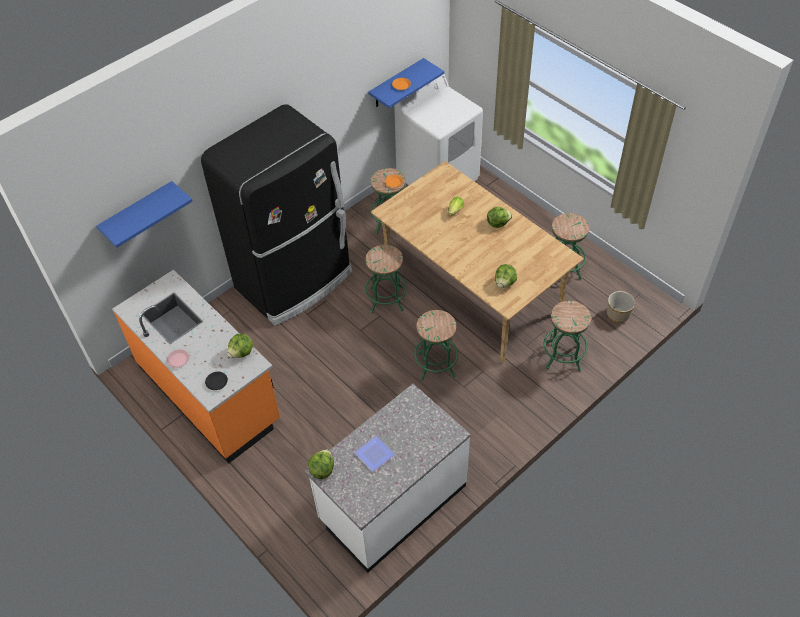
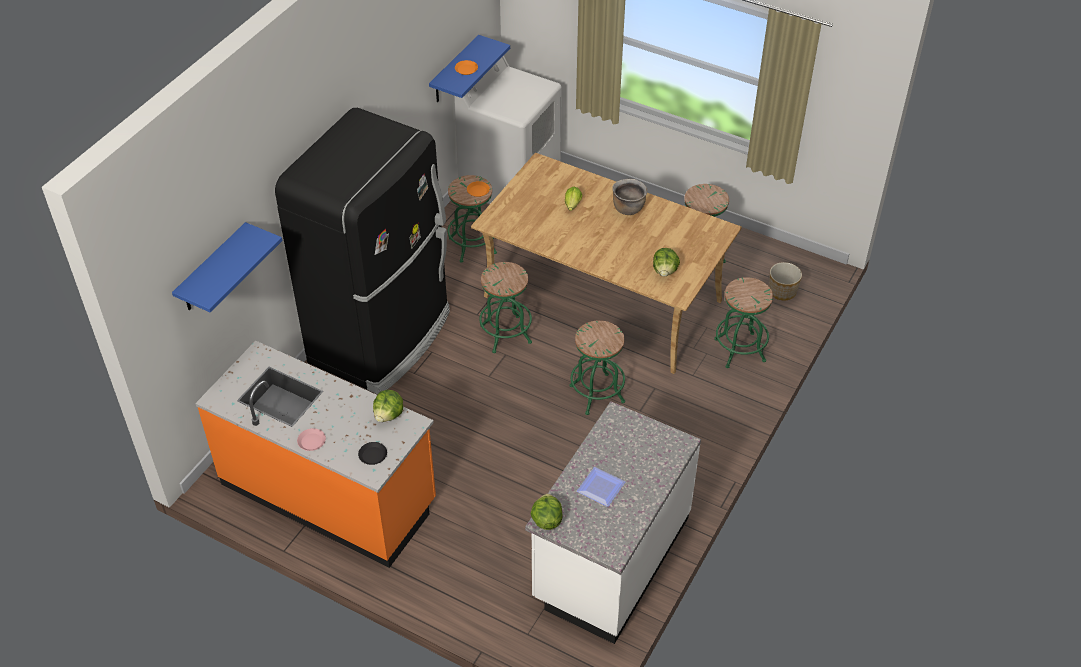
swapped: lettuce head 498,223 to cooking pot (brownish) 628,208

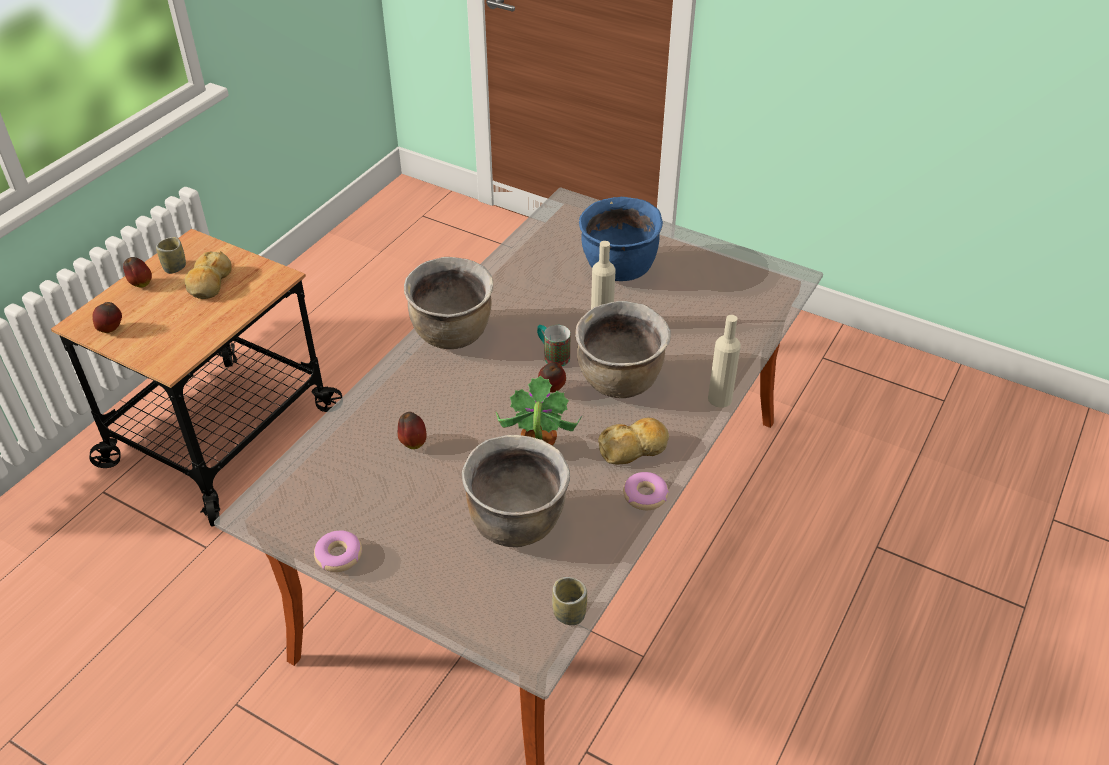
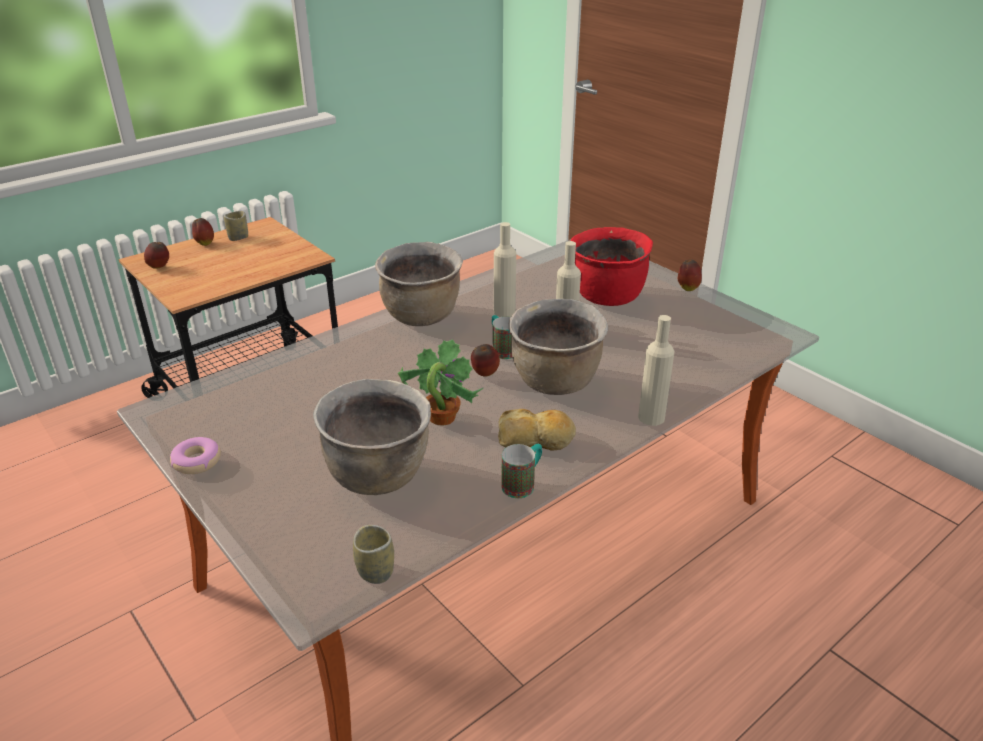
gone: bakery bread 209,283
new: bottle (beige-coloured) 504,312
shifted: apple fruit 413,443 to 687,288
swapped: doughnut 645,496 to coffee mug 523,483
repainted: cooking pot (bluish) 619,269 to cooking pot (red-coloured) 607,297

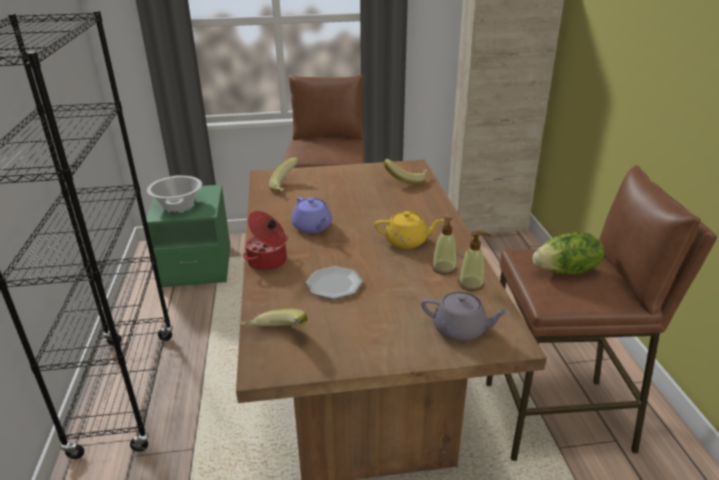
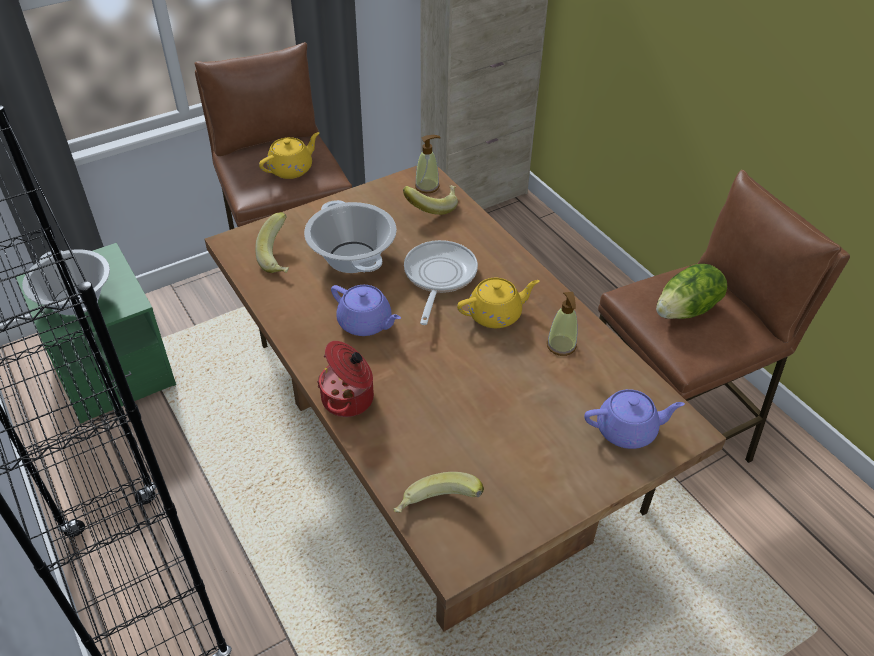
gone: dinner plate 334,285
new: pot for tea (yellowish) 291,169; cooking pot 352,257; frying pan 438,277
shifted: liquid soap bottle 471,284 to 427,186
repainted: pot for tea (grey) 460,329 to pot for tea (purple-coloured) 627,430

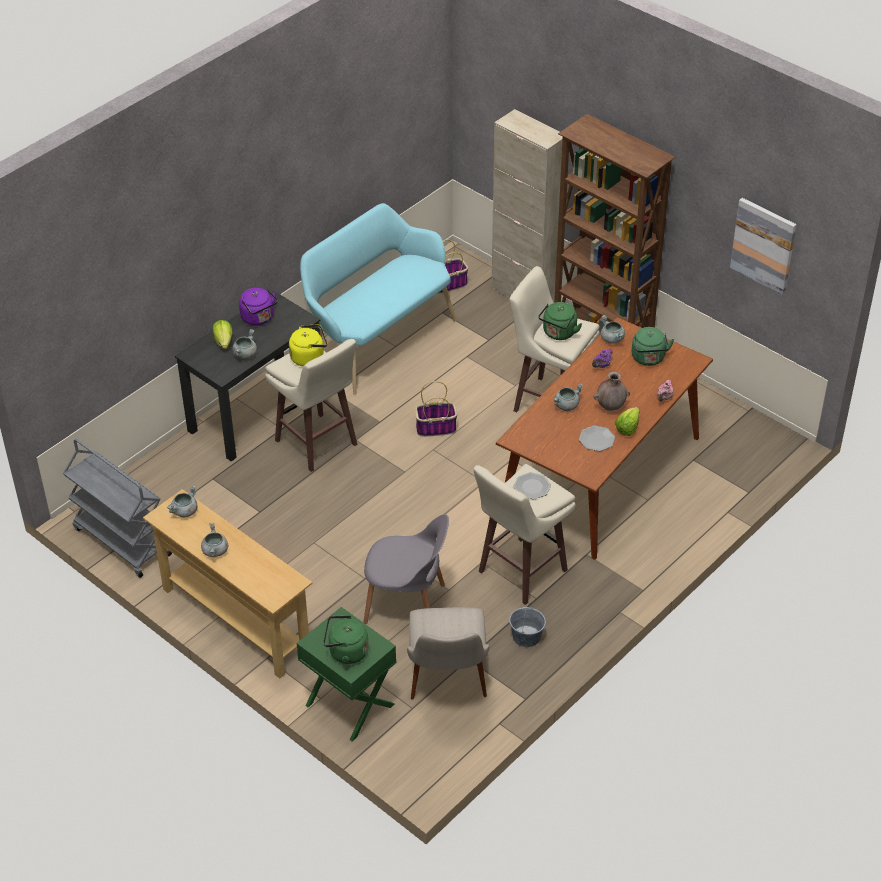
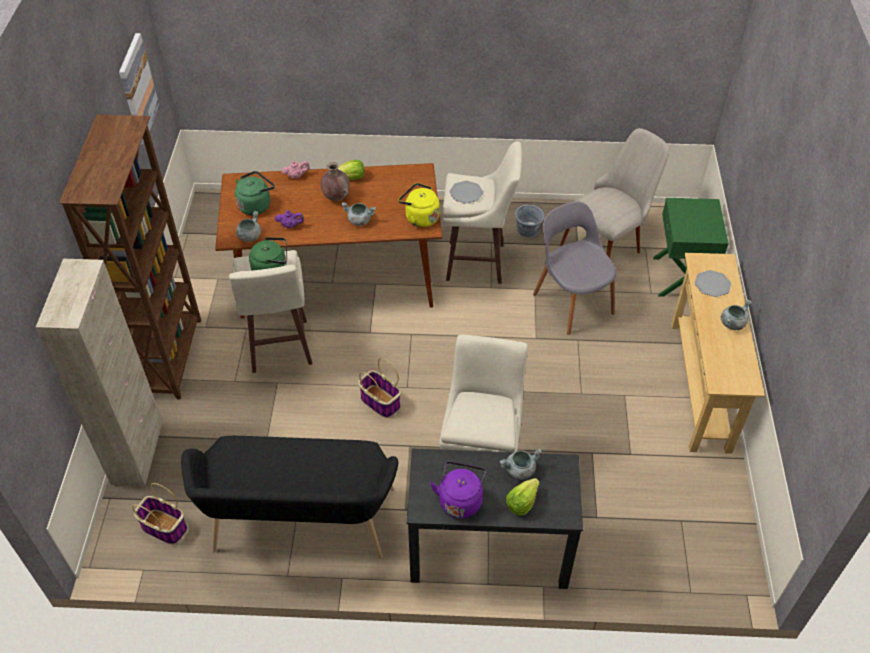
gone: cart (grey) 121,541; cooking pot (grey) 184,512; kettle (greenish) 346,652
shifted: kettle (yellowish) 309,357 to 420,217; dinner plate 596,439 to 712,284
repainted: indoor bench (blue-green) 377,339 to indoor bench (black-coloured) 300,527

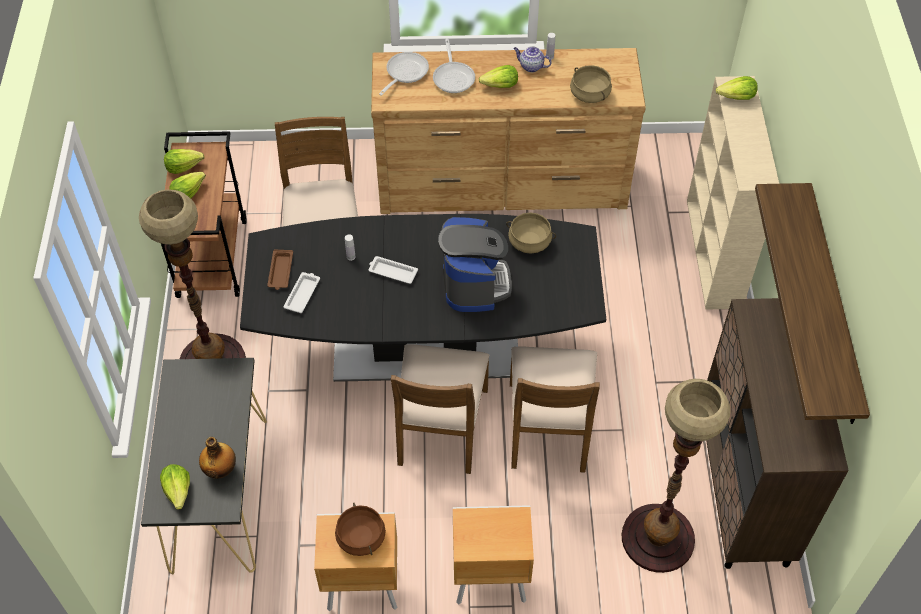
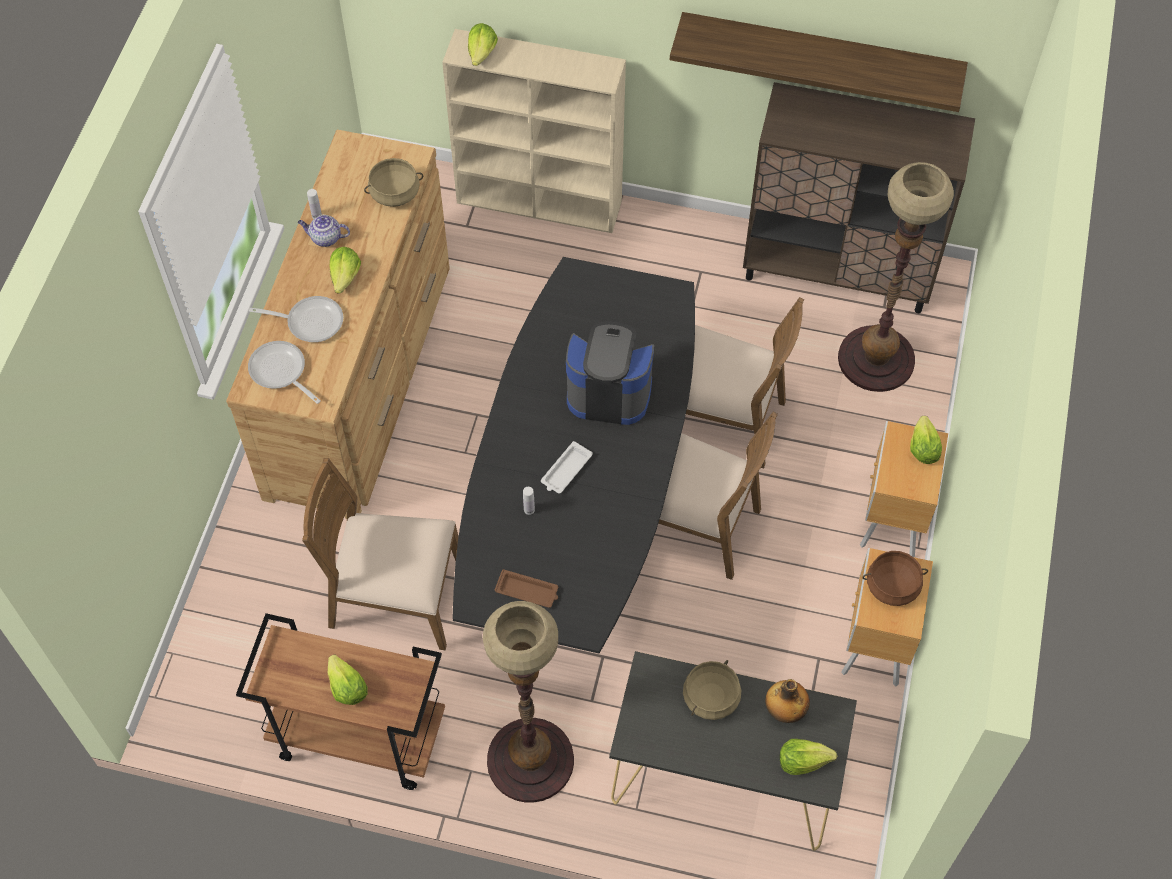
gone: tray (white-coloured) 302,294
shifted: cooking pot (beige-coloured) 530,241 to 710,697; lettuce head 183,166 to 922,448
rotated: pot for tea 531,66 = 325,238 60 degrees clockwise

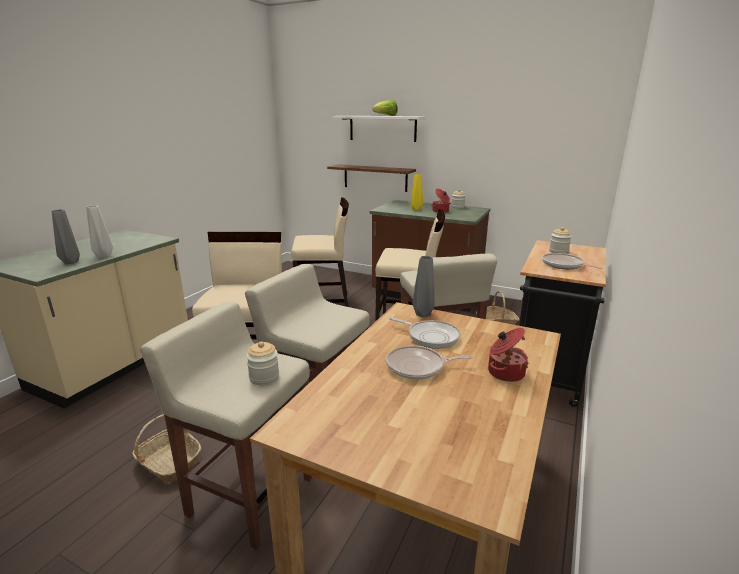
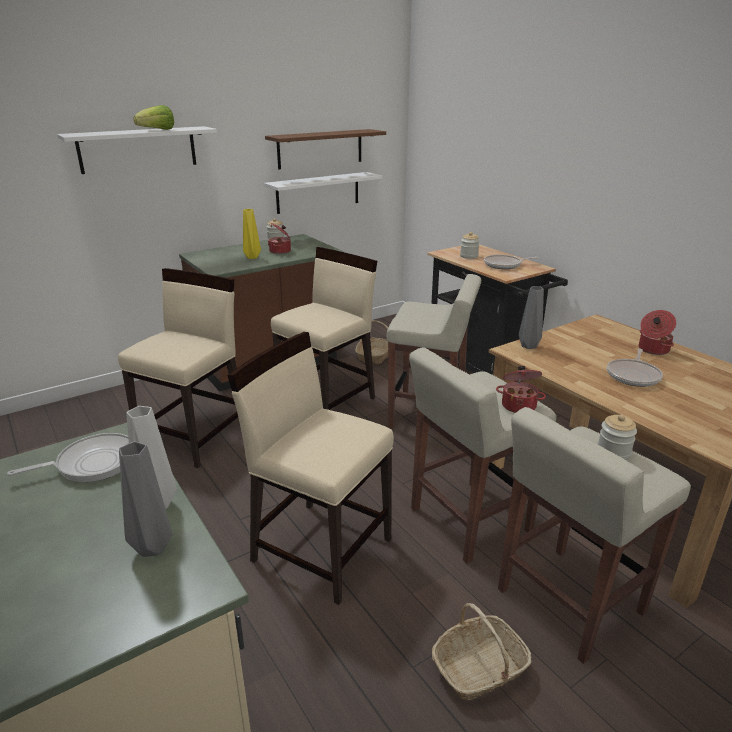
new: shelf (white-coloured) 318,192; cooking pot 519,405
shifted: frying pan 430,336 to 92,463; shelf (brownish) 375,178 to 320,148

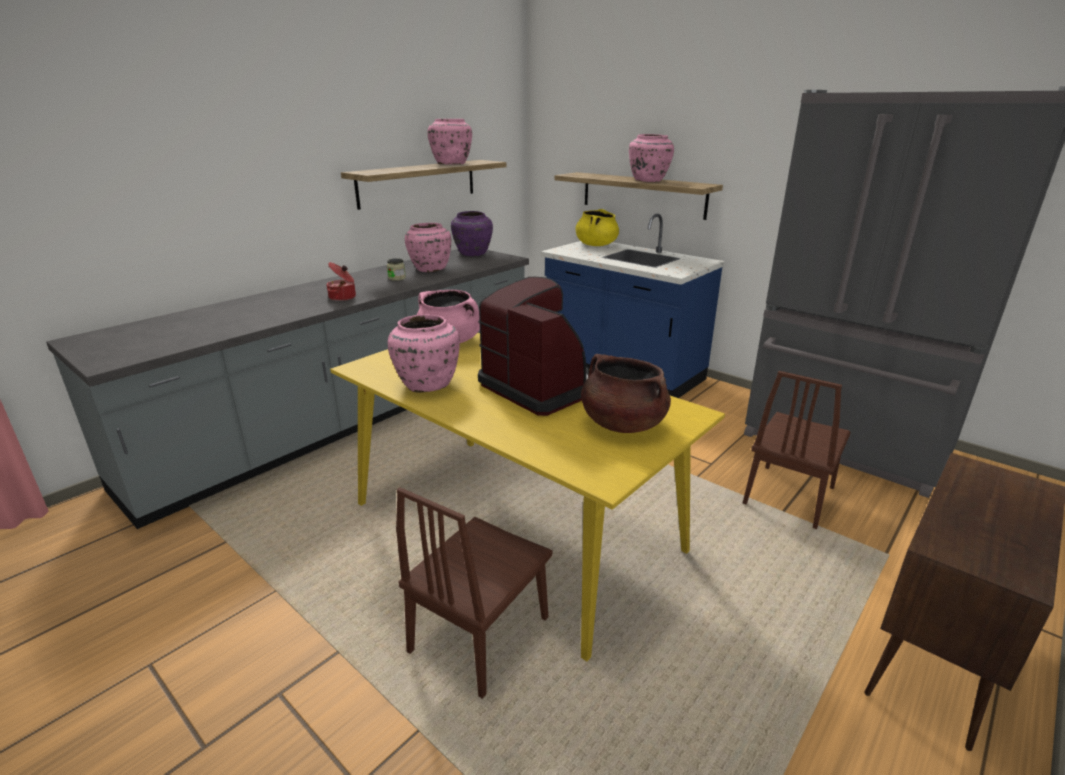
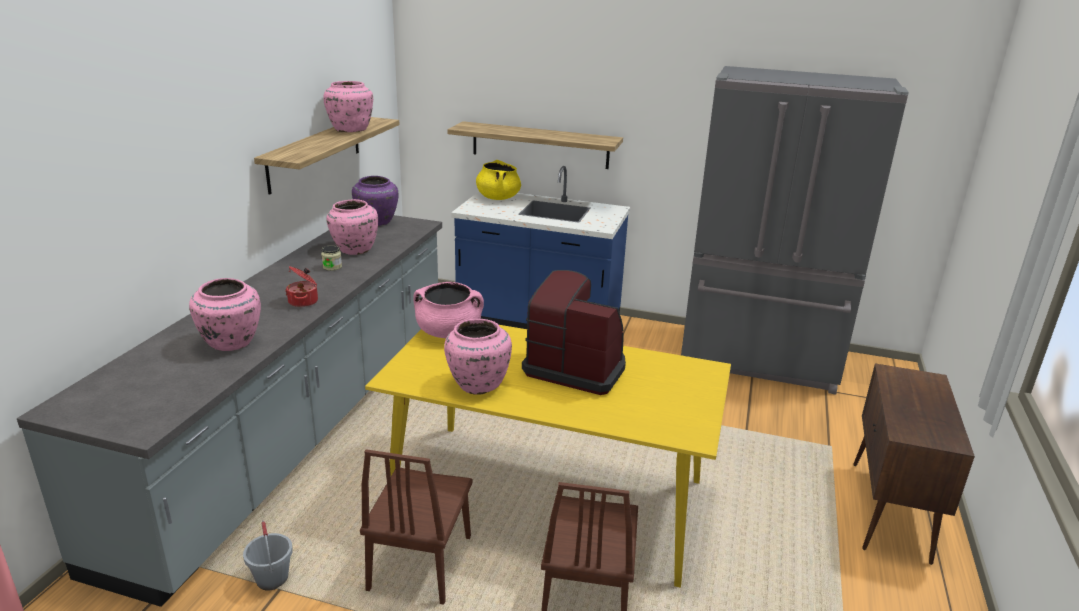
gone: cooking pot (brownish) 622,424
new: water bucket (grey) 272,579
shifted: flower vase (pink) 648,180 to 231,343; chair (brownish) 789,495 to 420,562

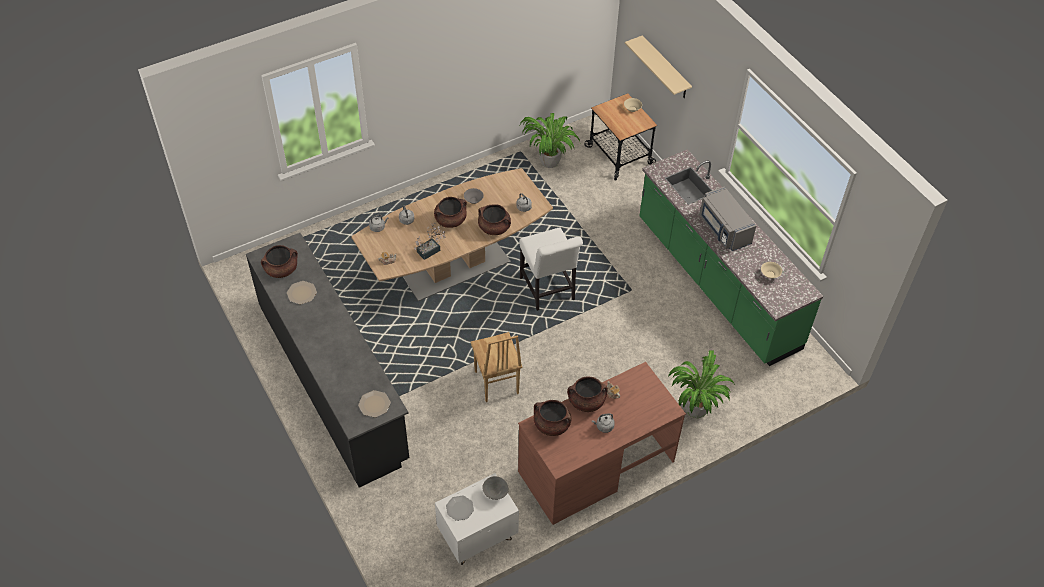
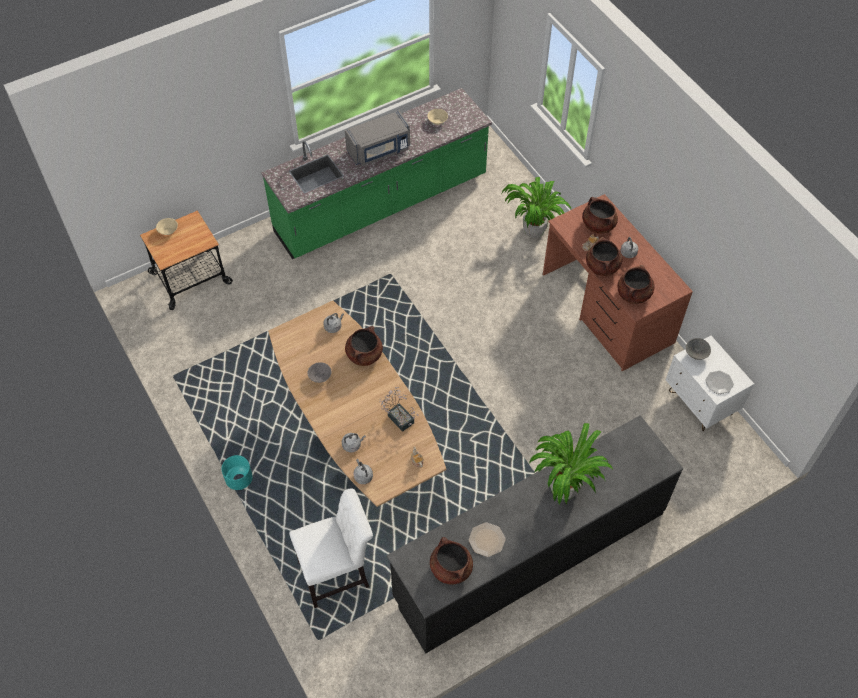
gone: dinner plate 374,404; chair (brownish) 495,383; shelf (beige-coloured) 665,68
new: flower pot (blue-green) 239,479
shifted: chair (white-coloured) 548,291 to 337,573; potted plant 550,161 to 564,487; cooking pot (brownish) 450,220 to 598,225

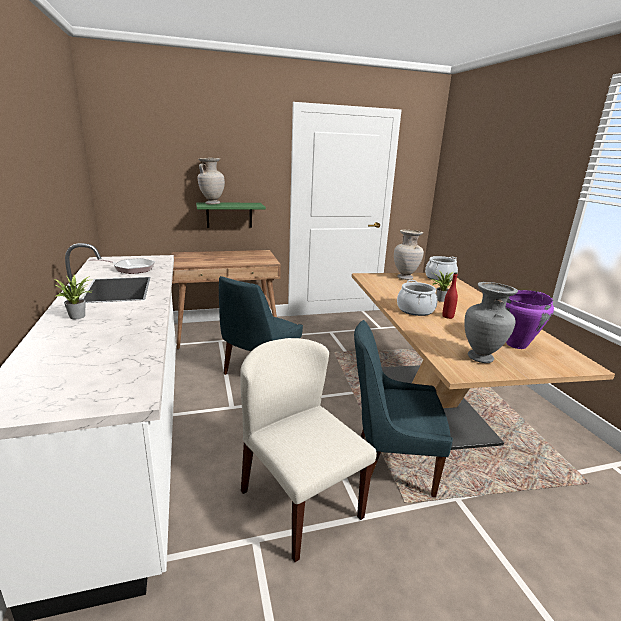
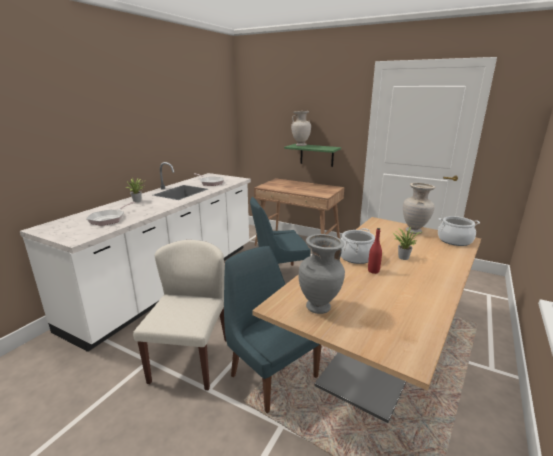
gone: cooking pot (purple-coloured) 517,345
new: frying pan 109,219

